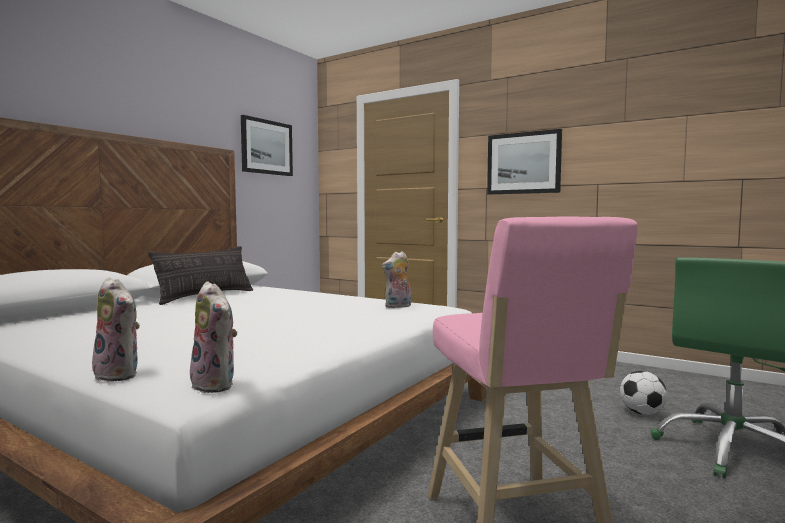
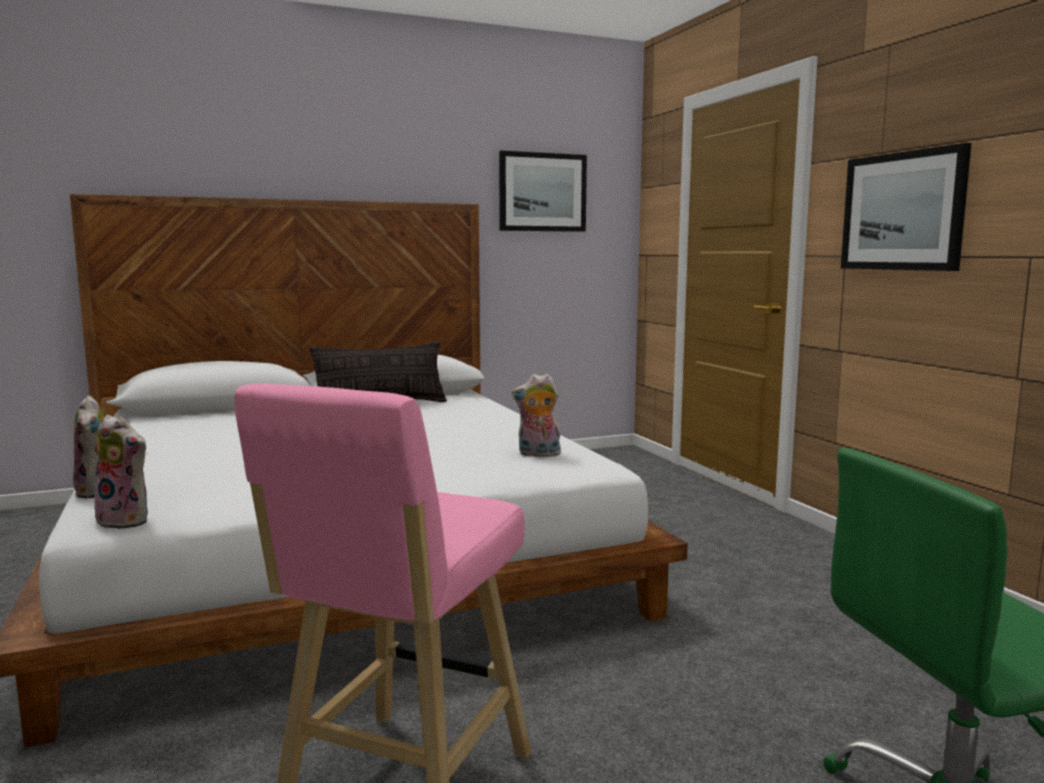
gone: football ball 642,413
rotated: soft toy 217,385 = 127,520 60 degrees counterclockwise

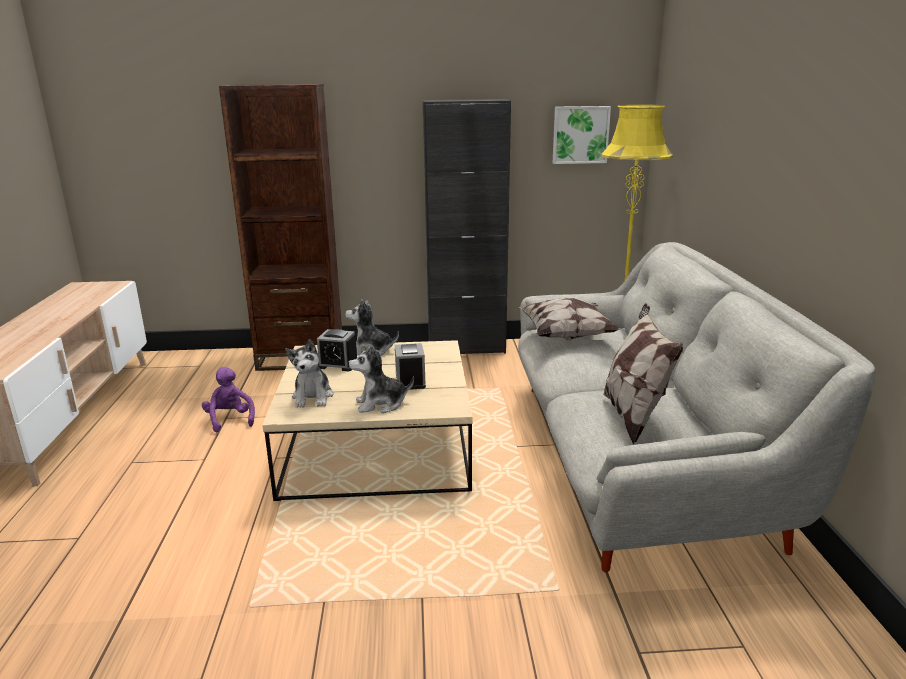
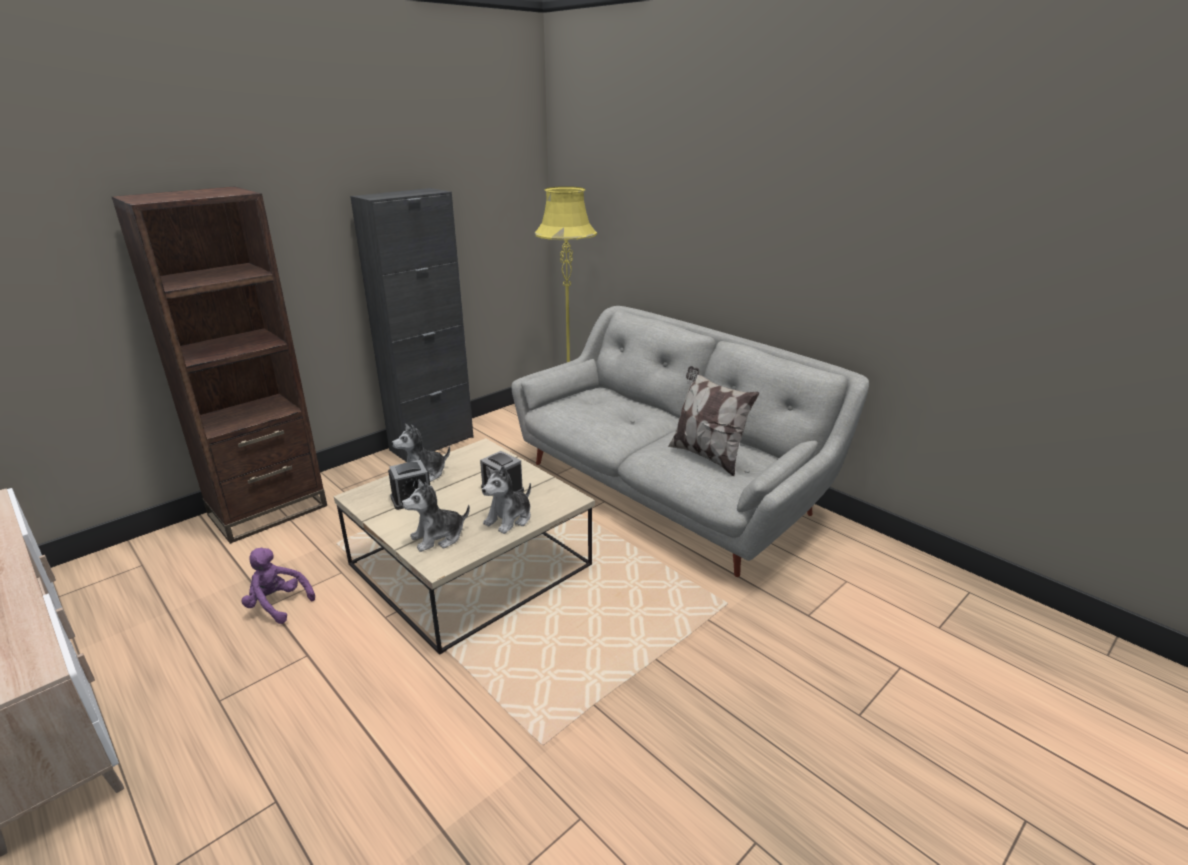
gone: throw pillow 567,336; picture 580,134
rotated: soft toy 313,397 = 438,537 105 degrees clockwise

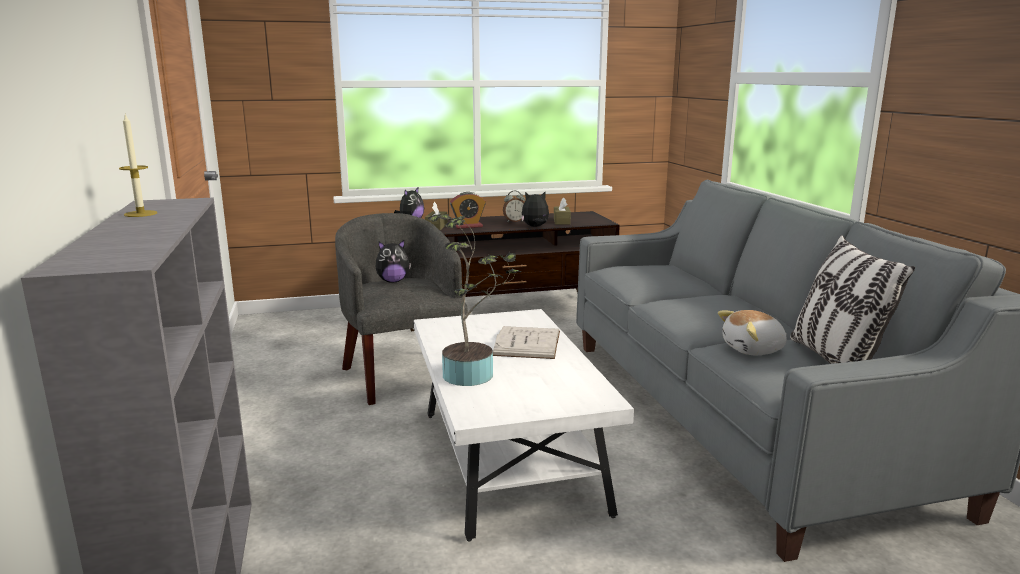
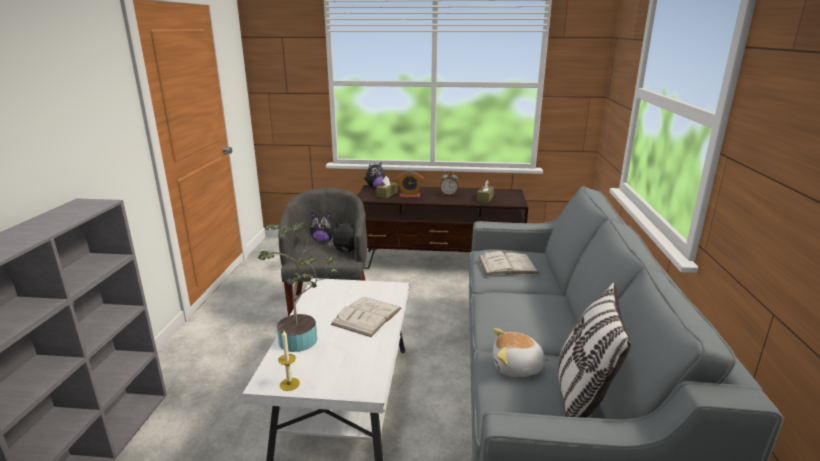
new: book (white-coloured) 507,265
shifted: wax candle 140,214 to 289,384; soft toy 535,227 to 345,252

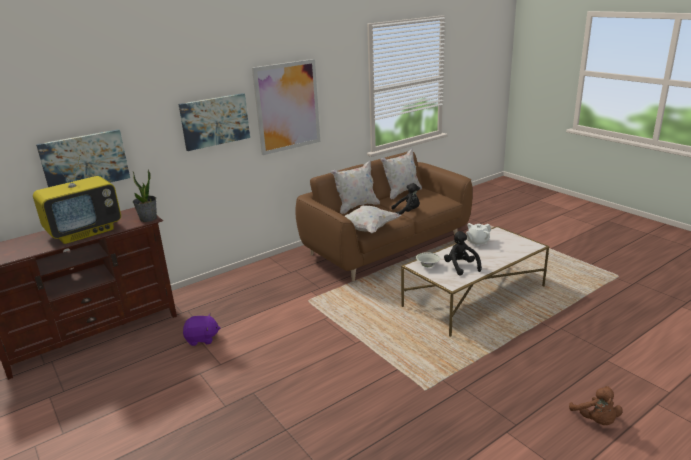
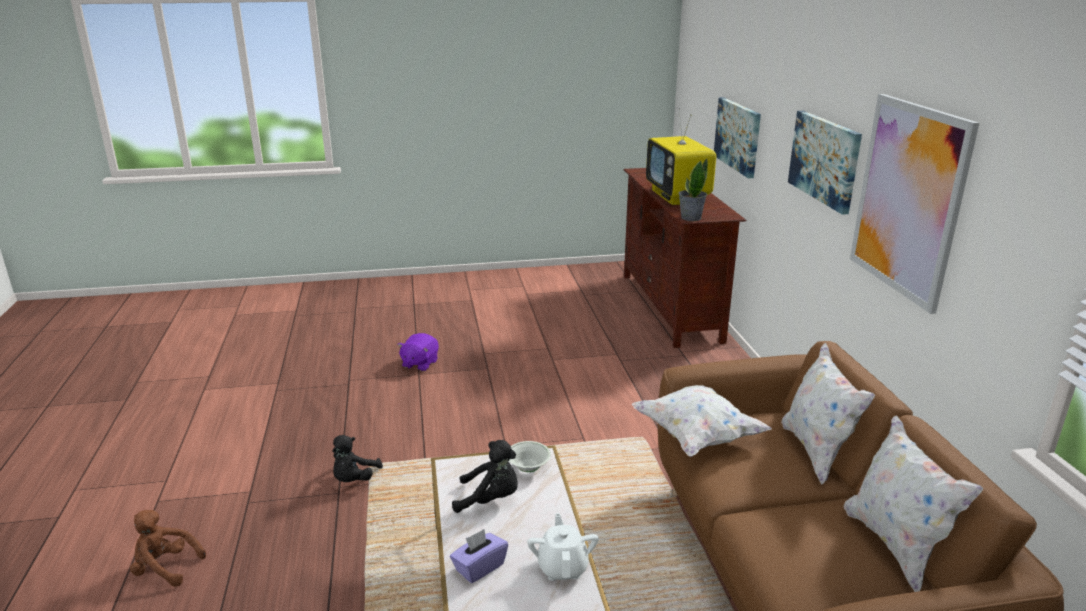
new: tissue box (purple-coloured) 479,567
shifted: soft toy (black-coloured) 407,212 to 354,479; soft toy (purple-coloured) 202,339 to 419,364

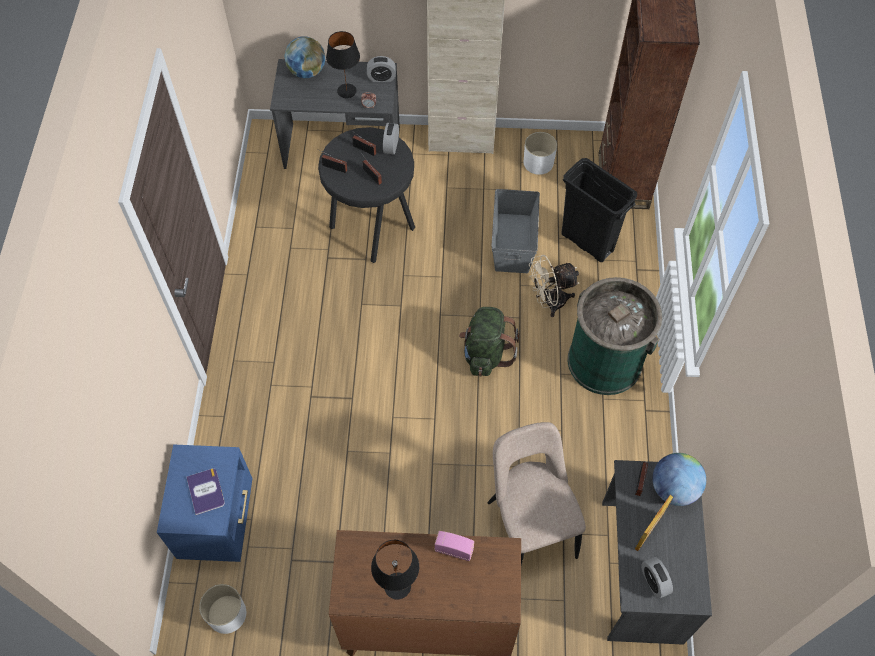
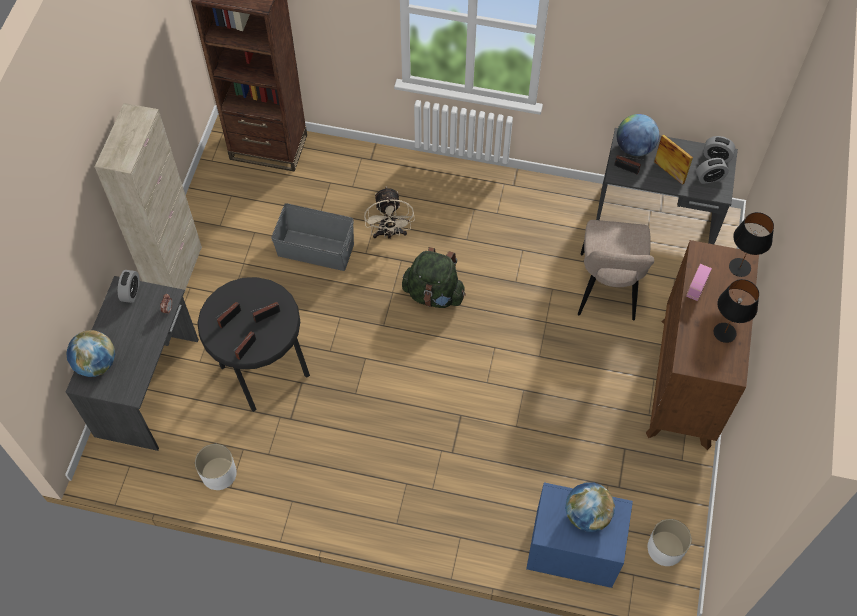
gone: rubbish bin (black-coloured) 587,242; rubbish bin (greenish) 604,361
shifted: flower pot (white-coloured) 538,162 to 219,473; table clock 391,146 to 716,156; lamp for a table (black-coloured) 346,90 to 739,267
swapped: book 206,491 to desk globe 586,515
rotated: chair (beige-coloured) 529,525 = 607,291 75 degrees counterclockwise

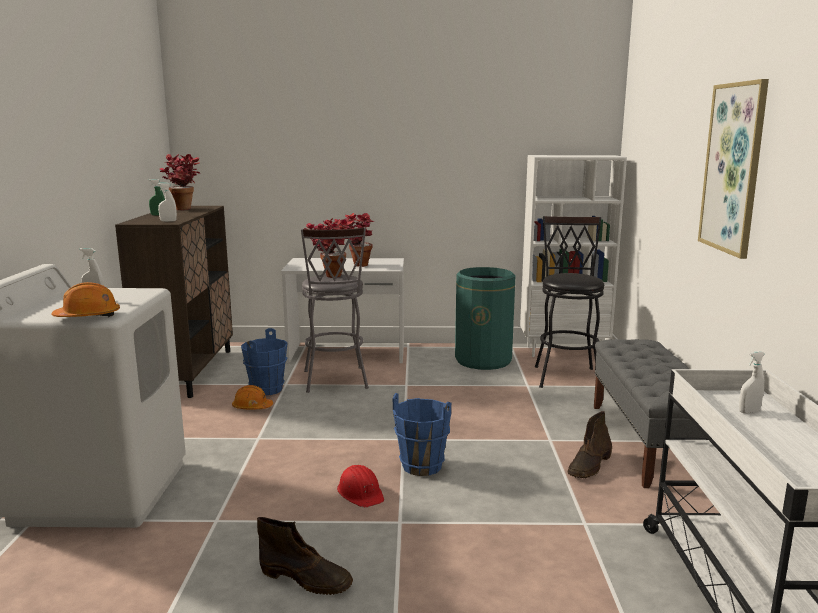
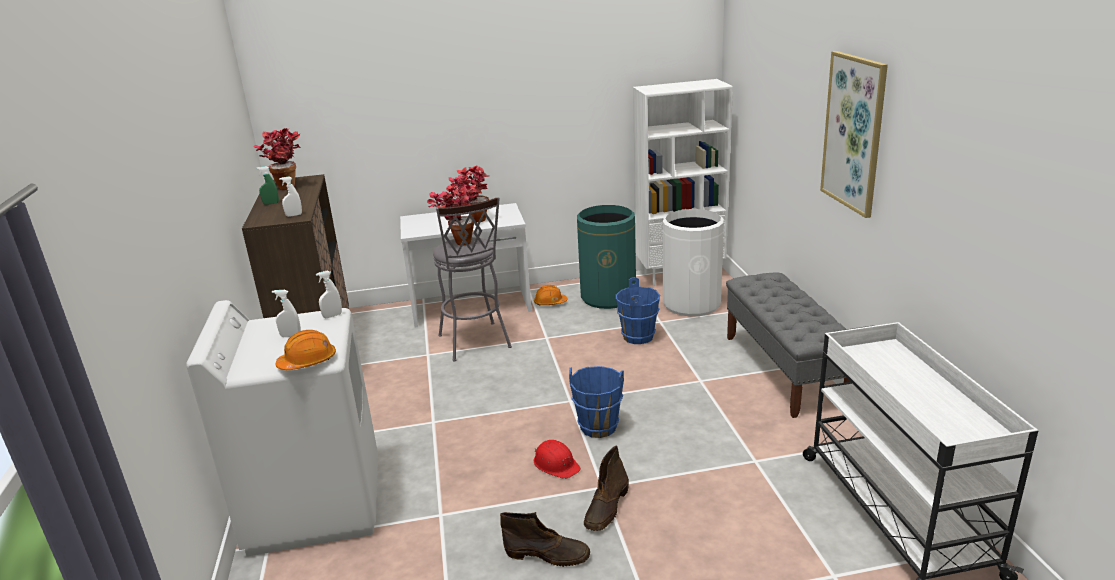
shifted: sprayer (white-coloured) 749,411 to 332,316; work helmet (orange) 252,407 to 550,303; high-top boot (brownish) 589,466 to 606,508; water bucket (bluish) 267,389 to 638,337
swapped: sitting stool (black-coloured) 566,375 to rubbish bin (white-coloured) 691,304

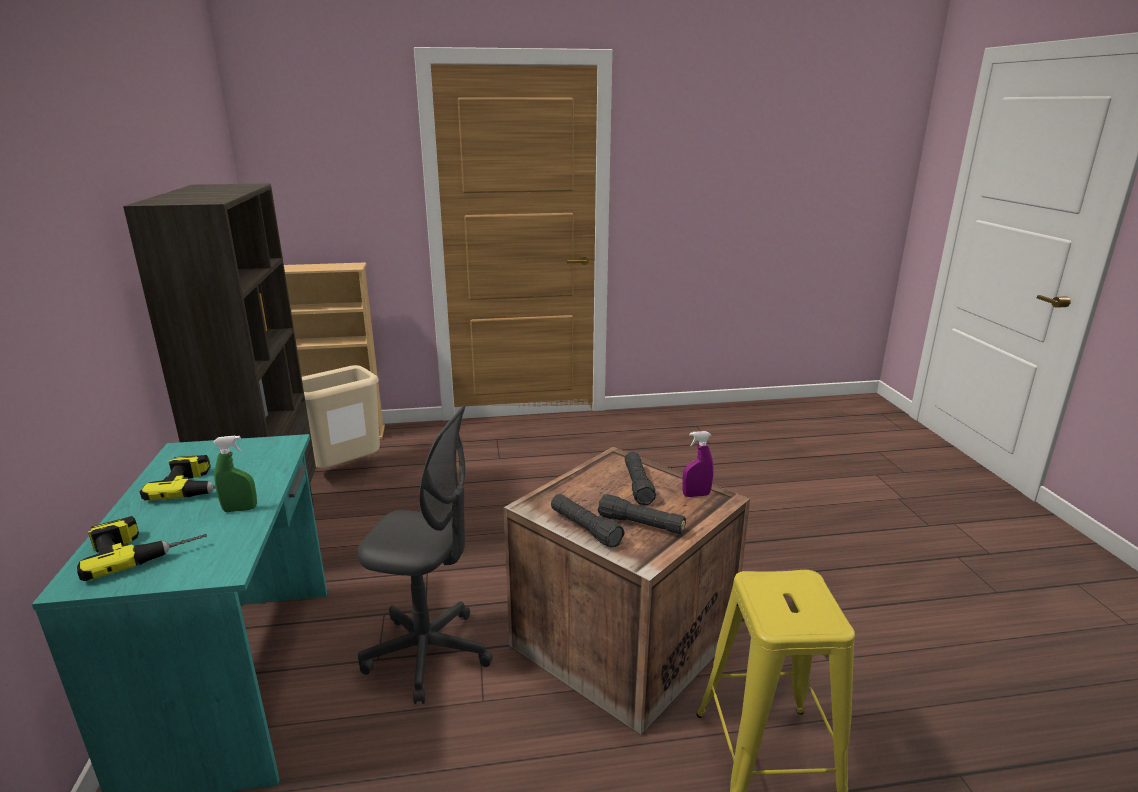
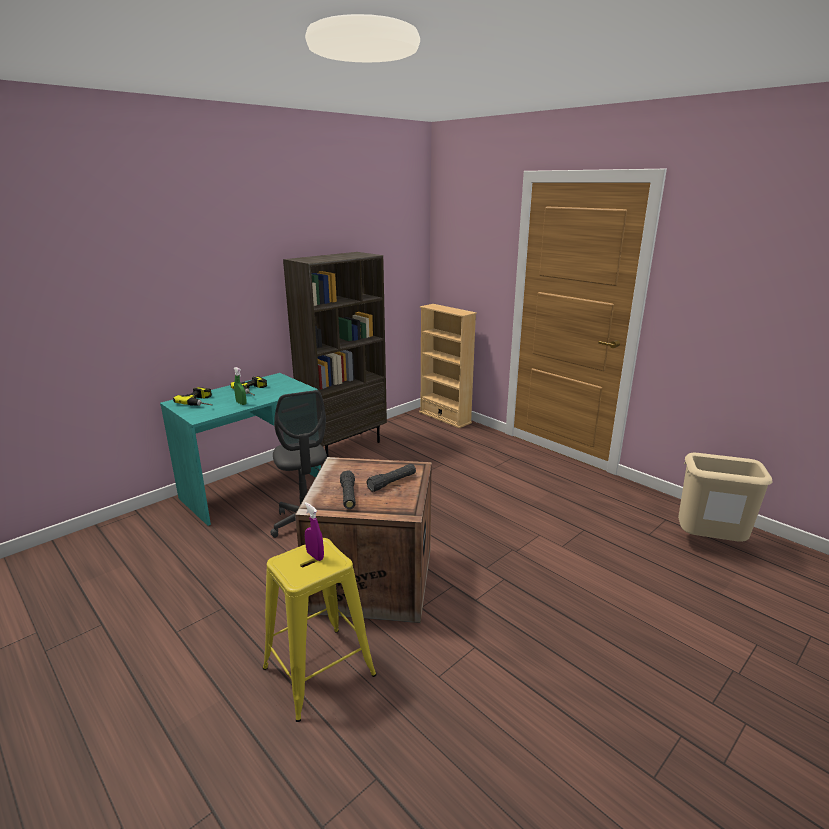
gone: flashlight (black-coloured) 585,528
shifted: sprayer (purple-coloured) 696,495 to 315,556; rubbish bin (beige-coloured) 345,472 to 708,544

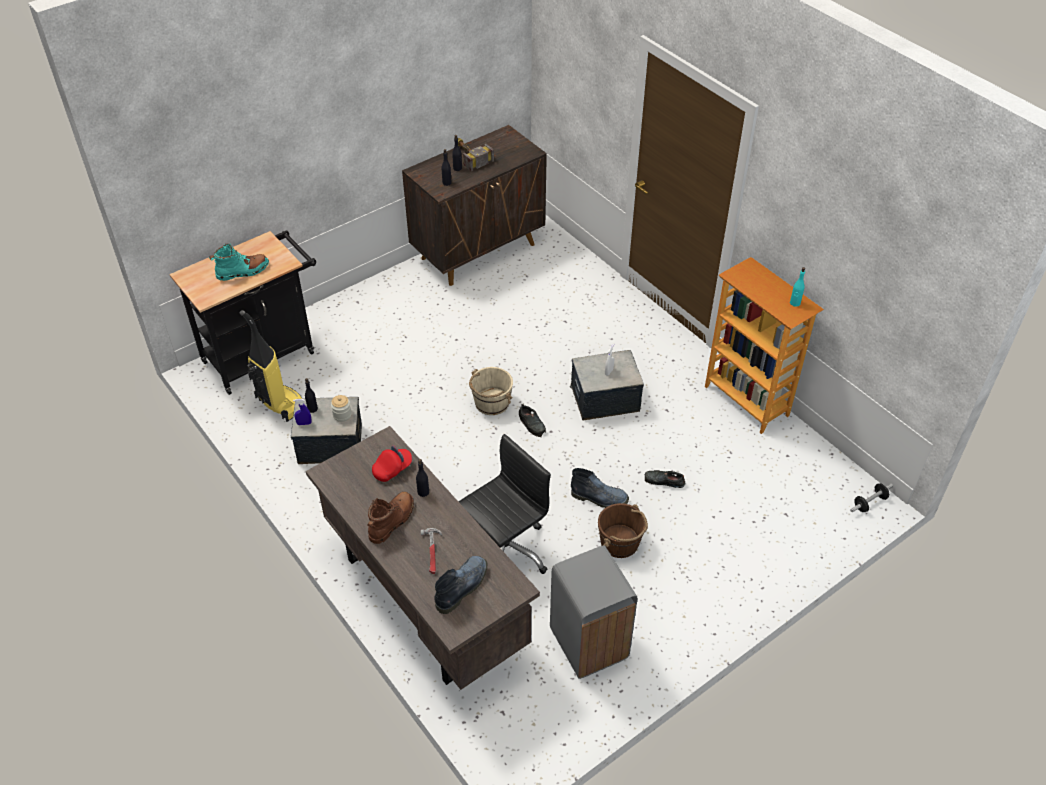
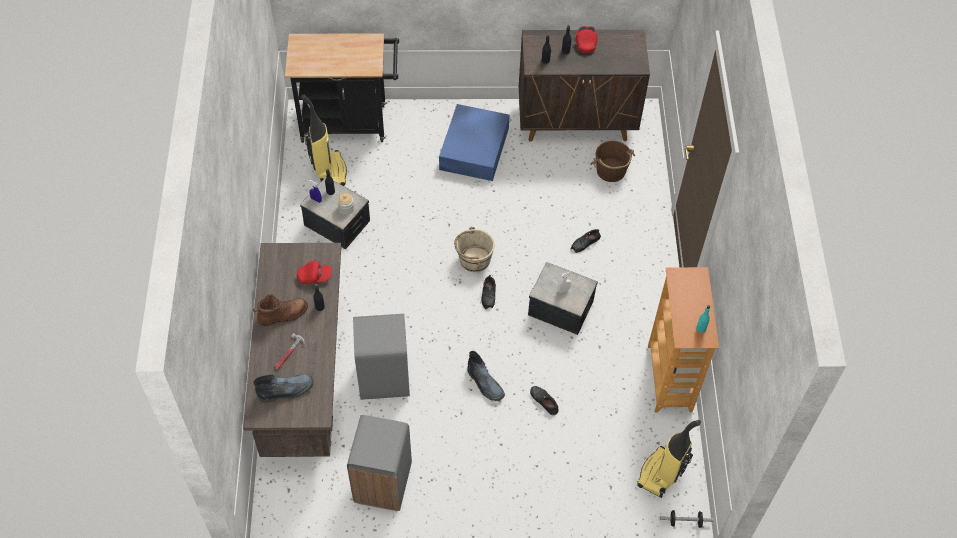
gone: high-top boot (blue-green) 243,271
new: storage container (bluish) 475,148; item of footwear (black-coloured) 585,243; vacuum cleaner 661,474
shifted: water bucket (brownish) 620,543 to 611,171
swapped: computer chair (black-coloured) 504,551 to rubbish bin (grey) 384,380; hammer 469,155 to baseball cap (red-coloured) 585,43

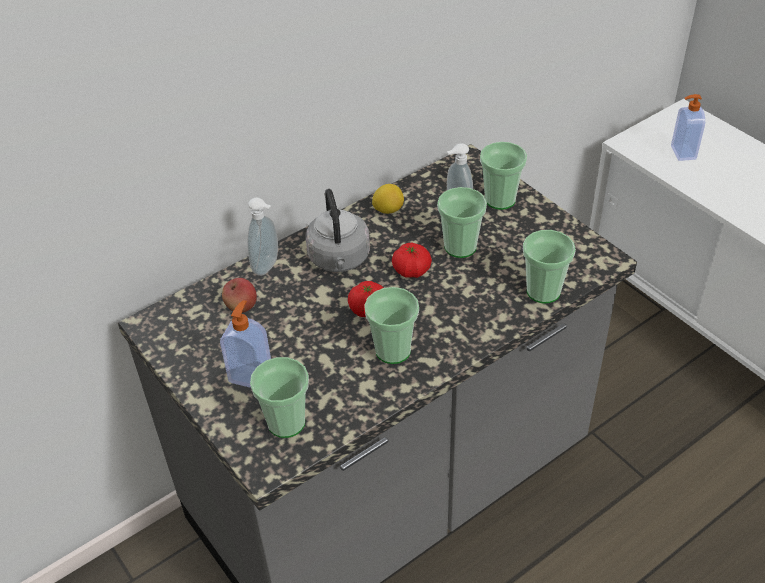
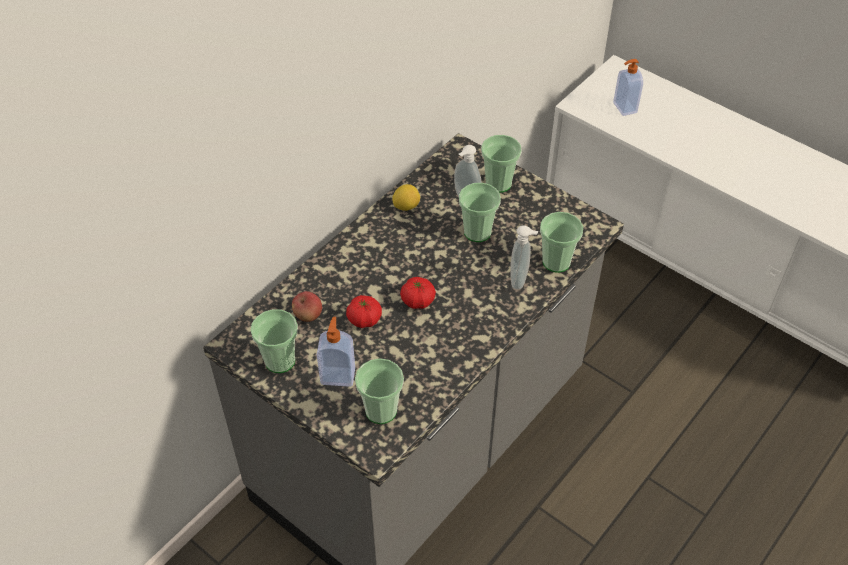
gone: kettle (grey) 339,260
shifted: small cup 393,350 to 280,360; whole tomato 411,270 to 364,319; liquid soap bottle 268,267 to 520,280

